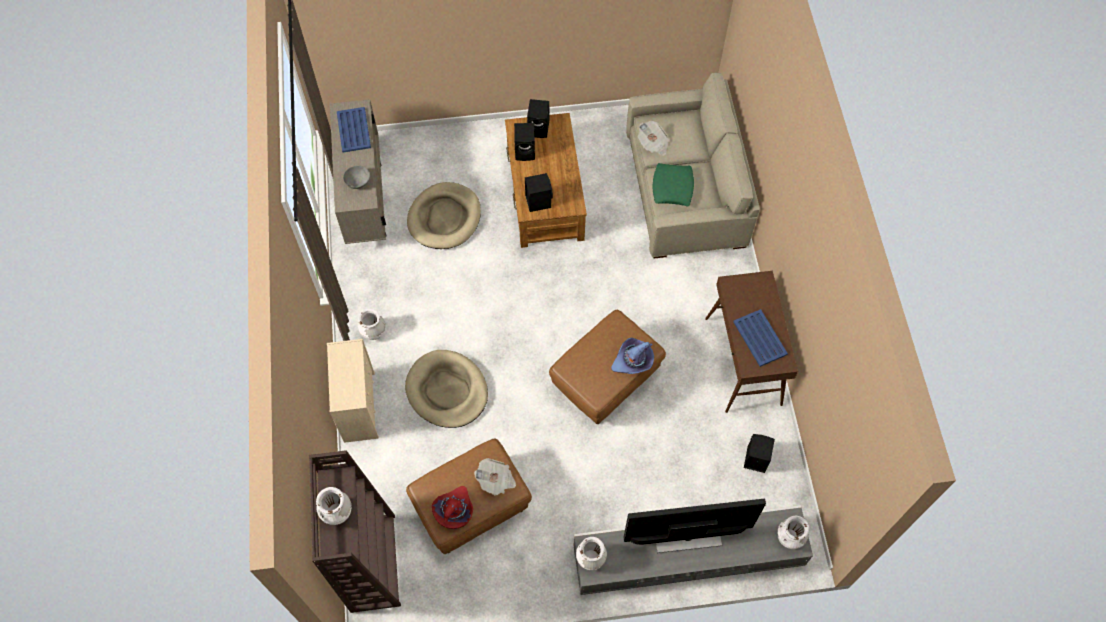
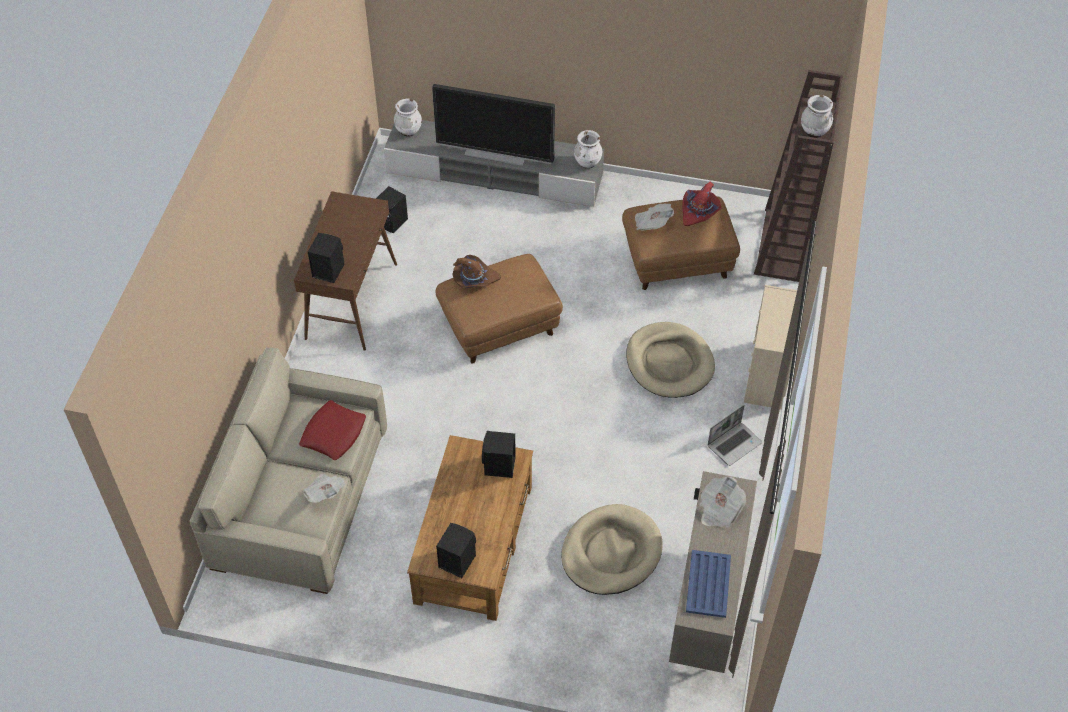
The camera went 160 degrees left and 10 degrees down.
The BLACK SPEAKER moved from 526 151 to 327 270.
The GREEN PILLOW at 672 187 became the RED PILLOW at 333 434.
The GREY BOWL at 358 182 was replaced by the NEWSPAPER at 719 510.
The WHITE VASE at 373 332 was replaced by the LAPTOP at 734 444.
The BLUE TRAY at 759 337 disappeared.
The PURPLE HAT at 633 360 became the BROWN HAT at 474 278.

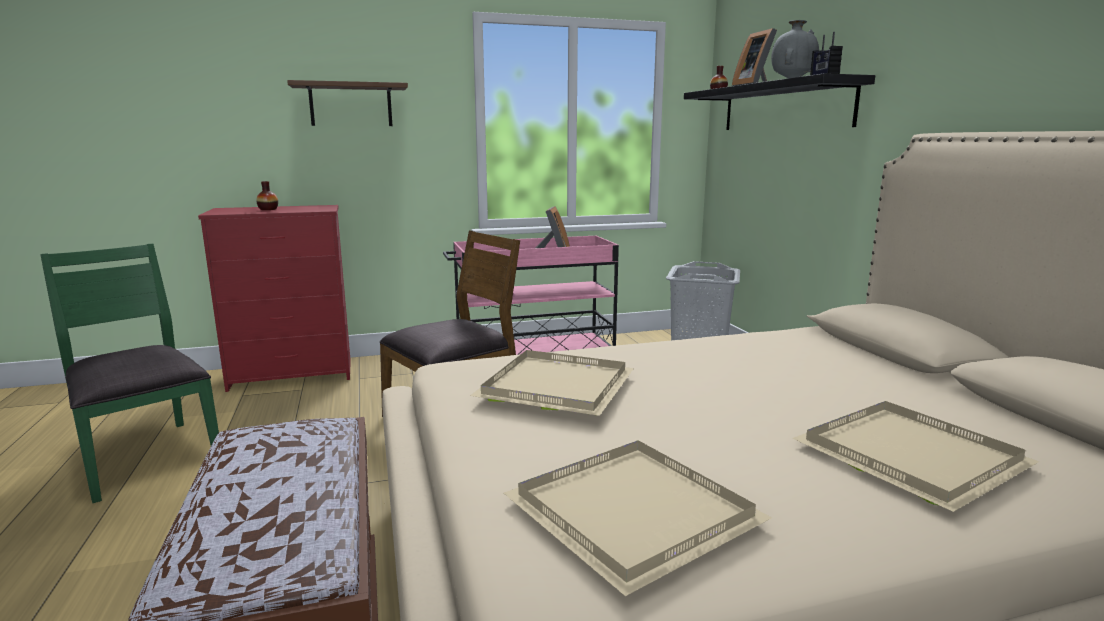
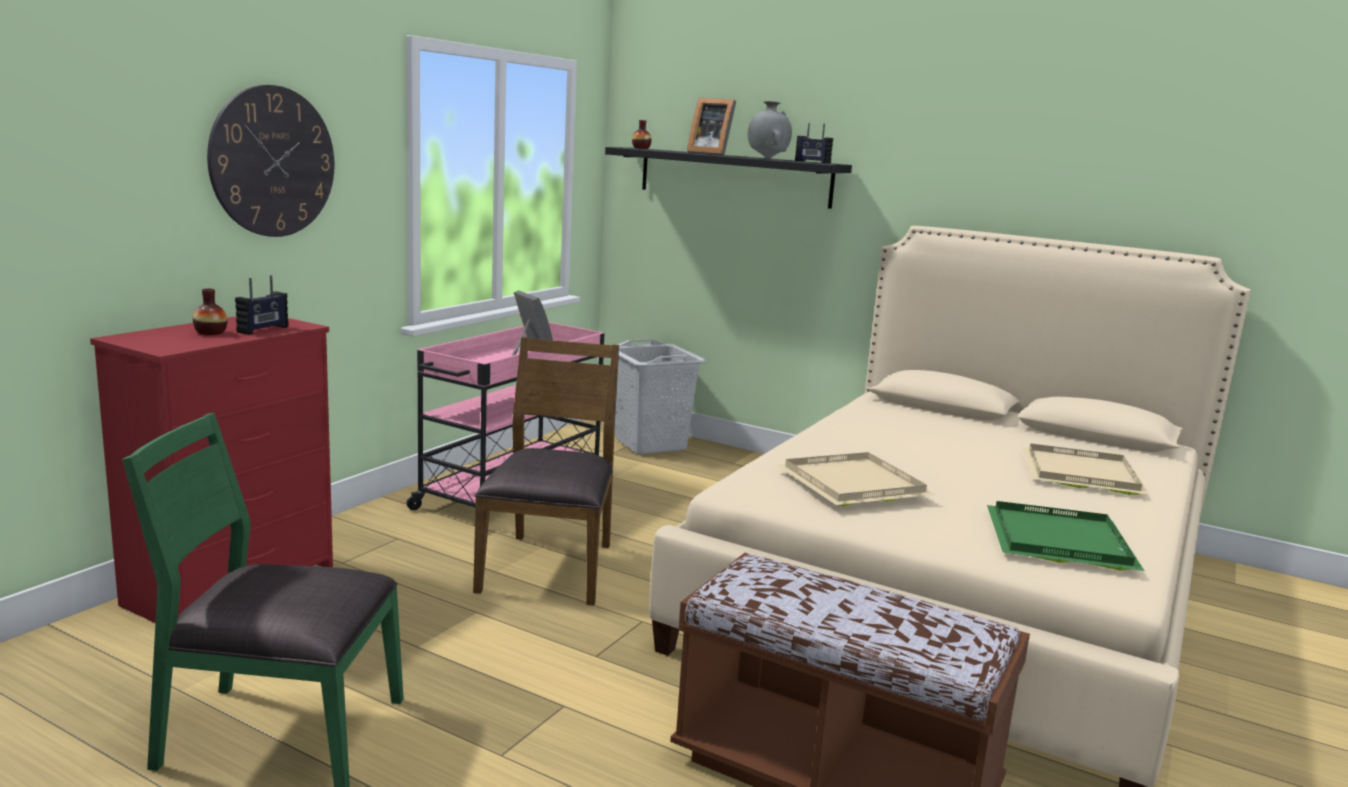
The camera went 45 degrees left and 0 degrees up.
The BROWN SHELF at 351 105 was replaced by the WALL CLOCK at 273 162.
The BEIGE TRAY at 632 516 became the GREEN TRAY at 1062 542.
The RADIO at 263 330 appeared.

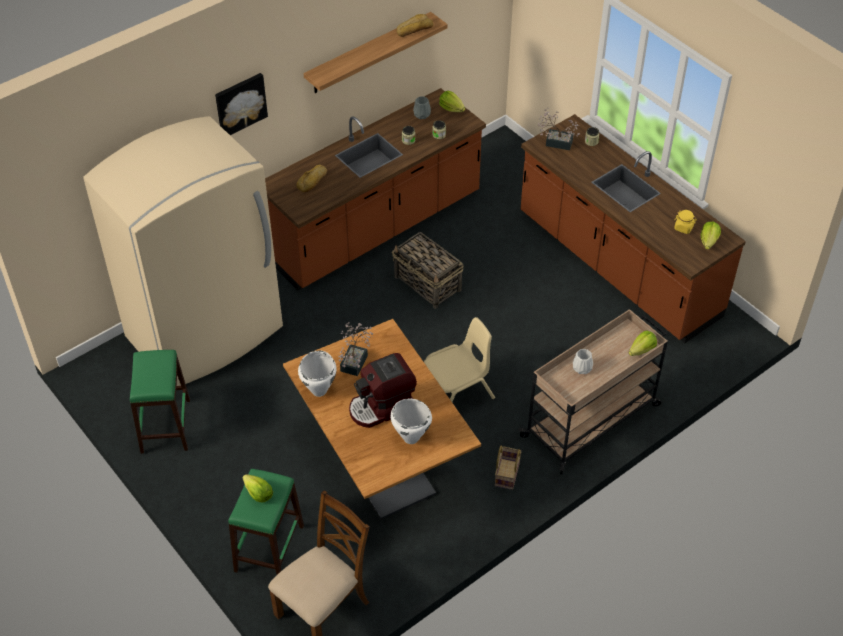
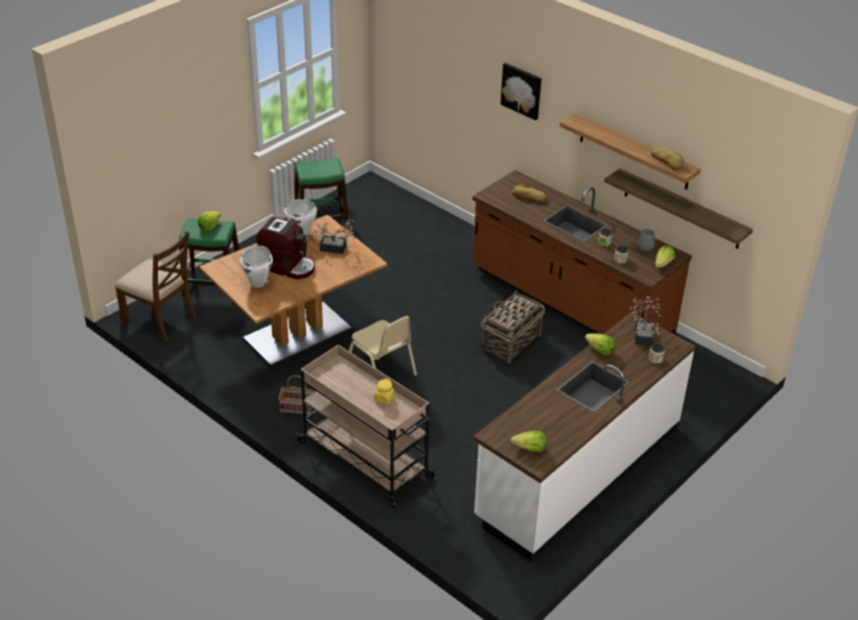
The camera went 80 degrees right and 10 degrees down.
The BROWN COUNTER at 617 266 became the WHITE COUNTER at 578 472.
The BEIGE FRIDGE at 206 333 disappeared.
The YELLOW JAR moved from 683 228 to 384 398.
The LETTUCE moved from 642 350 to 599 350.
The WHITE VASE at 582 368 disappeared.
The COFFEE MACHINE at 382 407 turned 150 degrees clockwise.
The SHELF at 682 209 appeared.

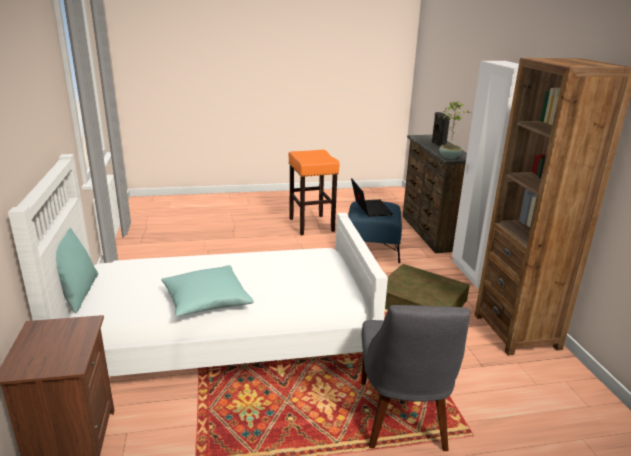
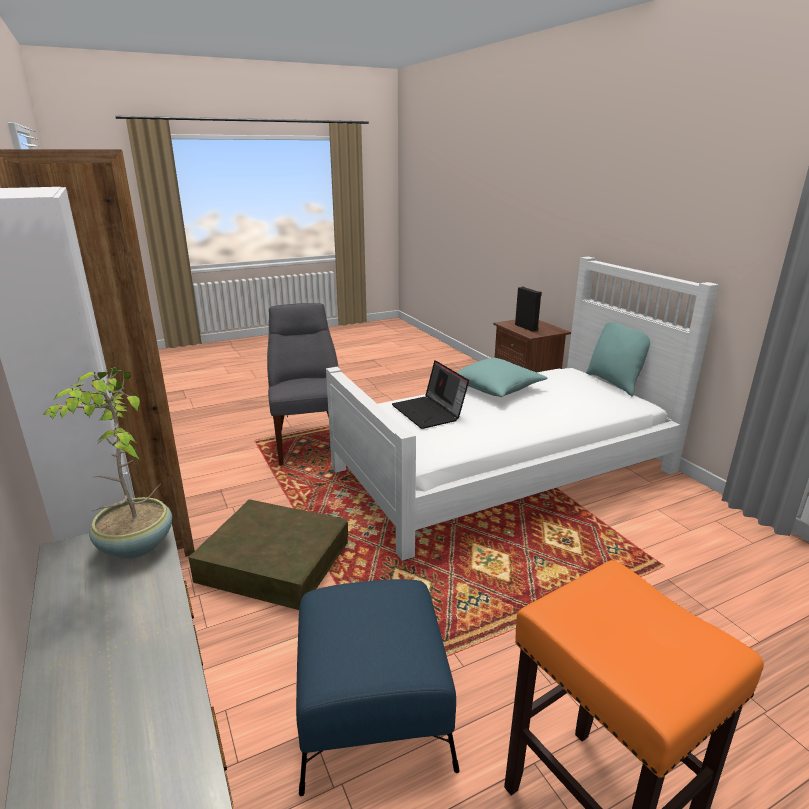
The camera went 165 degrees right and 0 degrees up.
The BLACK SPEAKER moved from 438 144 to 527 327.
The LAPTOP moved from 370 208 to 429 412.

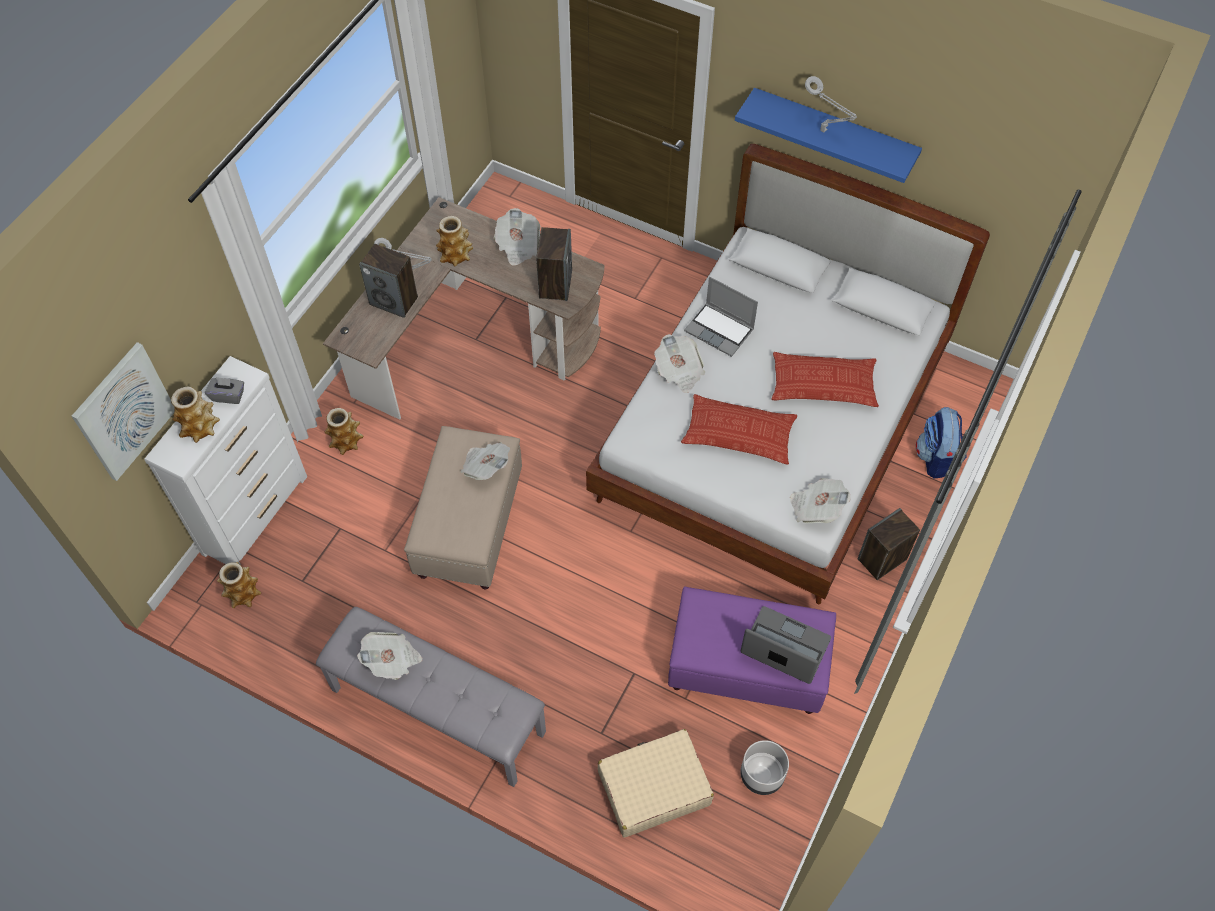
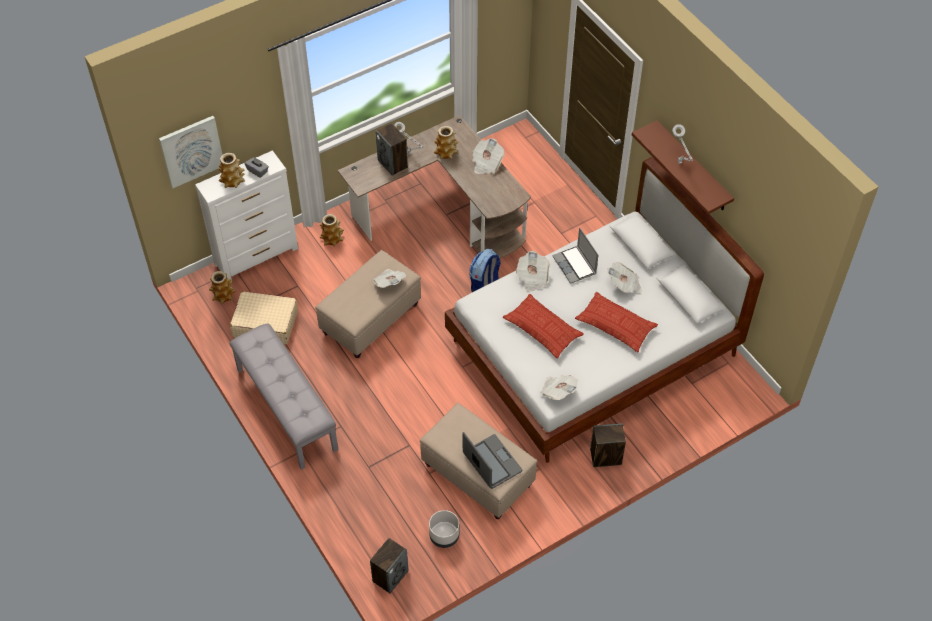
The camera went 30 degrees right and 5 degrees down.
The BLUE SHELF at 833 131 became the BROWN SHELF at 693 167.
The SPEAKER moved from 555 284 to 390 576.
The BACKPACK moved from 936 458 to 484 285.
The PURPLE OTTOMAN at 745 667 became the BEIGE OTTOMAN at 477 474.
The NEWSPAPER moved from 392 661 to 624 285.
The BEIGE SUITCASE moved from 653 788 to 265 323.

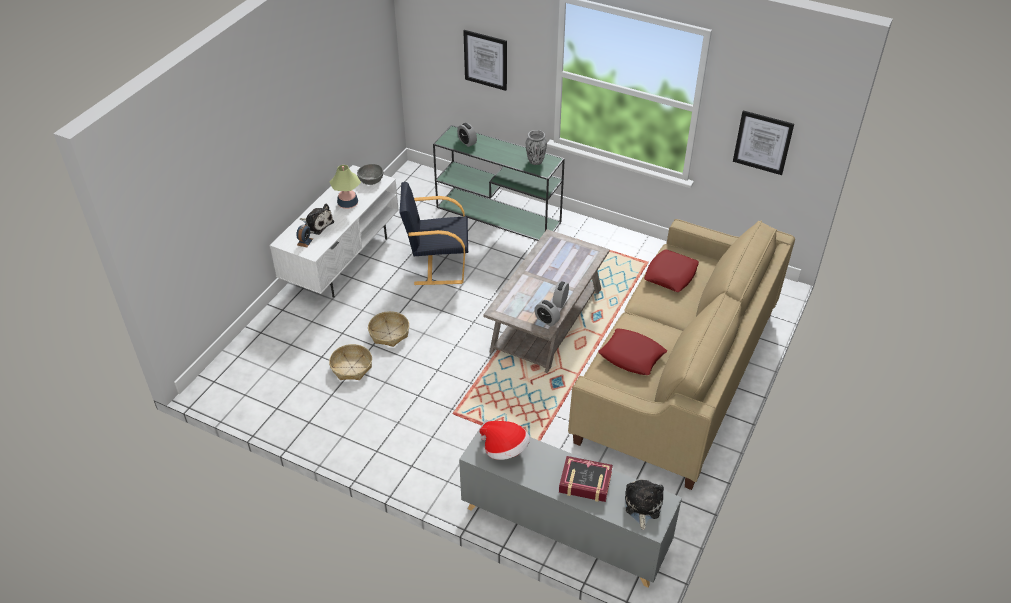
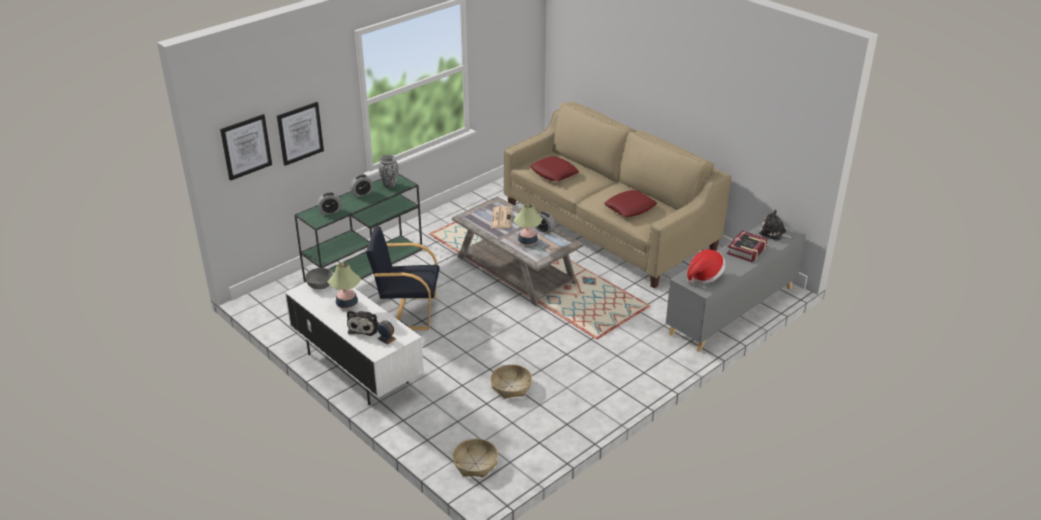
The camera went 70 degrees left and 10 degrees down.
The PICTURE moved from 763 142 to 246 147.
The BLACK ARMCHAIR at 437 265 turned 75 degrees clockwise.
The PLUSH TOY at 317 224 turned 135 degrees clockwise.
The ALARM CLOCK moved from 547 320 to 362 193.
The BASKET moved from 389 333 to 475 463.
The TABLE LAMP at 527 242 appeared.
The NEWSPAPER at 501 217 appeared.

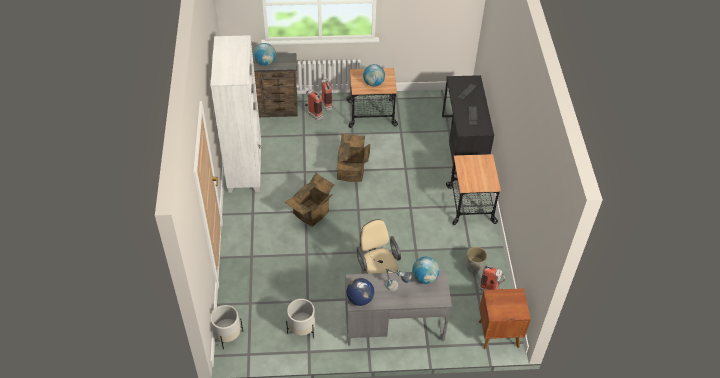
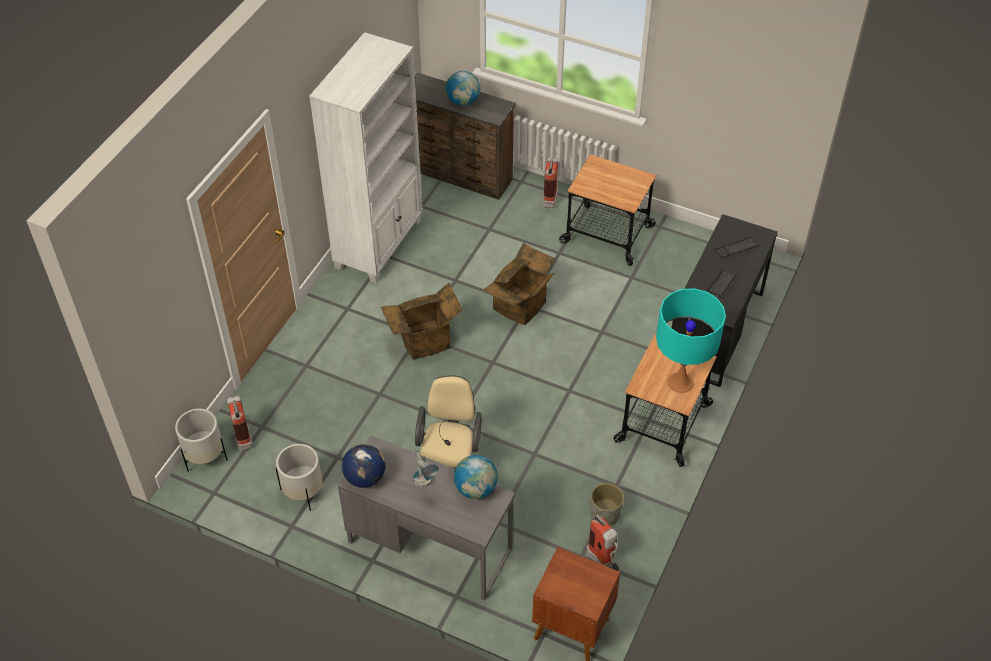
The camera went 30 degrees right and 0 degrees up.
The GLOBE at 373 83 disappeared.
The FIRE EXTINGUISHER moved from 313 114 to 242 435.
The TURQUOISE TABLE LAMP at 680 382 appeared.

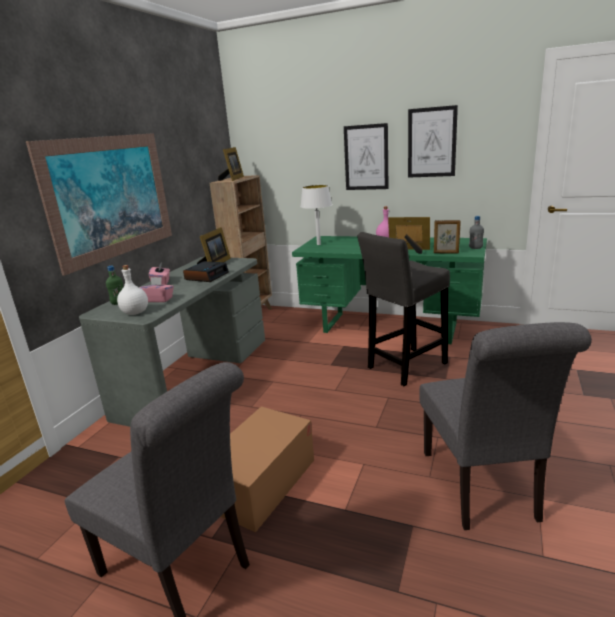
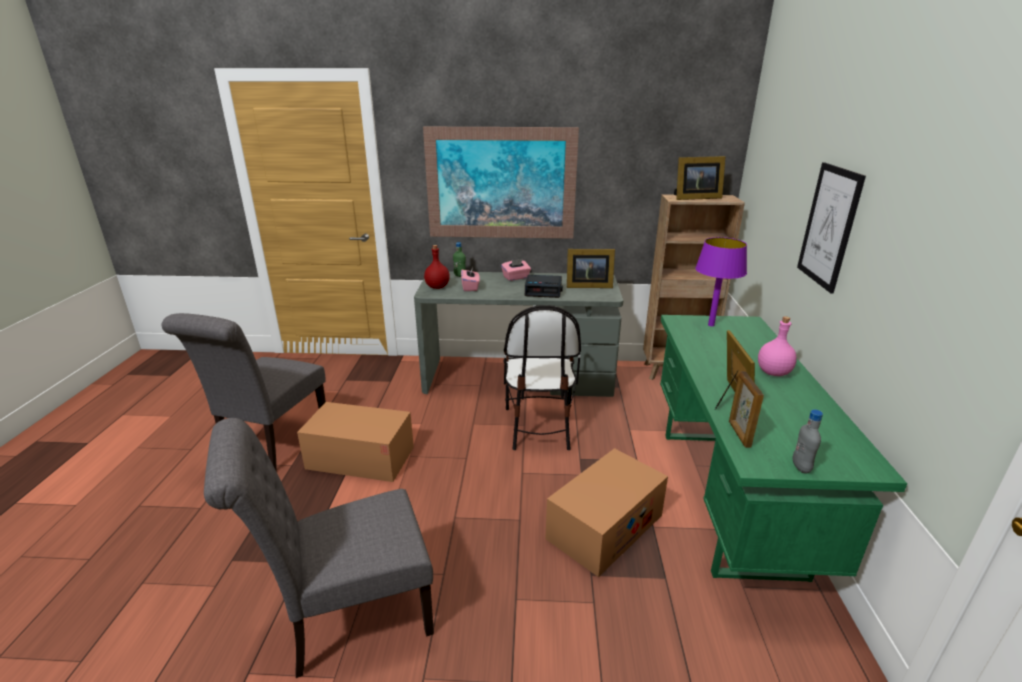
The camera went 70 degrees right and 5 degrees up.
The PICTURE at 431 142 disappeared.
The WHITE TABLE LAMP at 318 244 became the PURPLE TABLE LAMP at 711 325.
The GREY STOOL at 404 367 was replaced by the CARDBOARD BOX at 604 527.
The WHITE BOTTLE at 135 313 became the RED BOTTLE at 437 287.
The CHAIR at 538 427 appeared.

